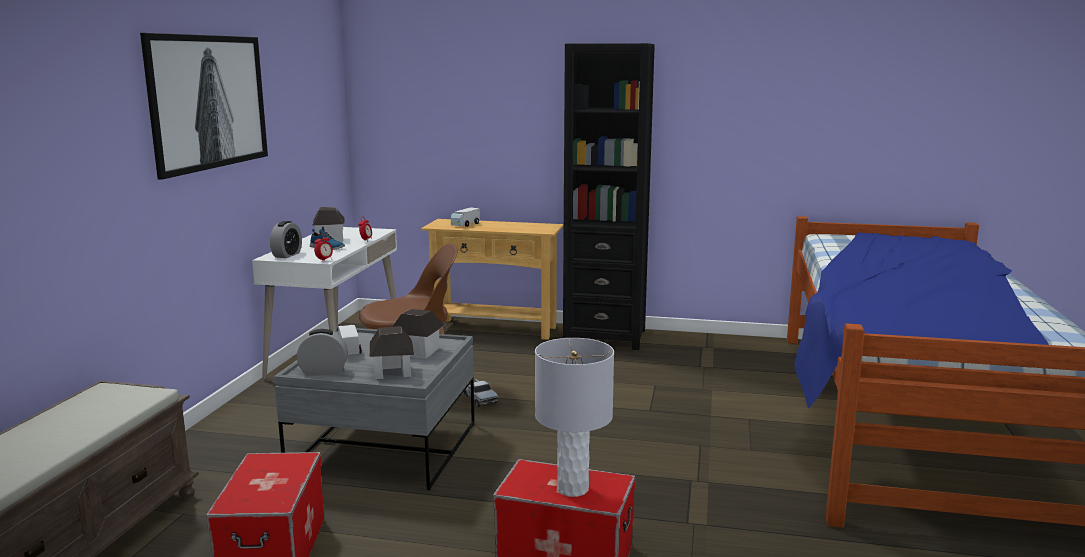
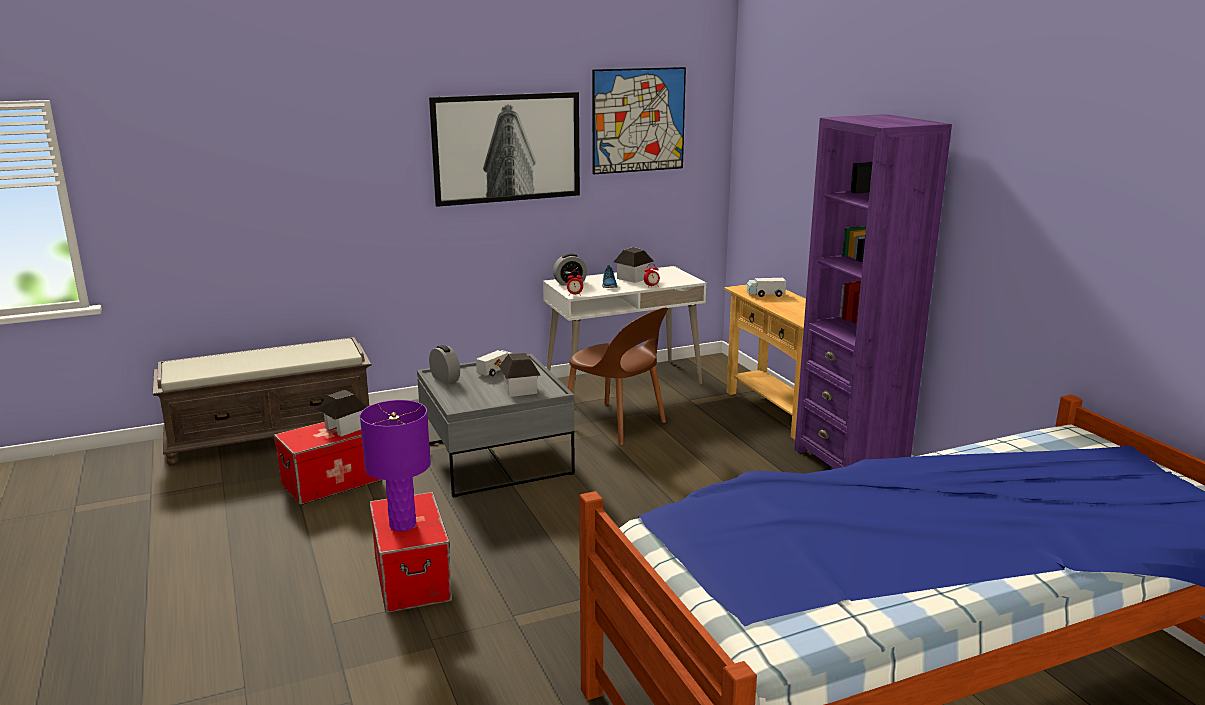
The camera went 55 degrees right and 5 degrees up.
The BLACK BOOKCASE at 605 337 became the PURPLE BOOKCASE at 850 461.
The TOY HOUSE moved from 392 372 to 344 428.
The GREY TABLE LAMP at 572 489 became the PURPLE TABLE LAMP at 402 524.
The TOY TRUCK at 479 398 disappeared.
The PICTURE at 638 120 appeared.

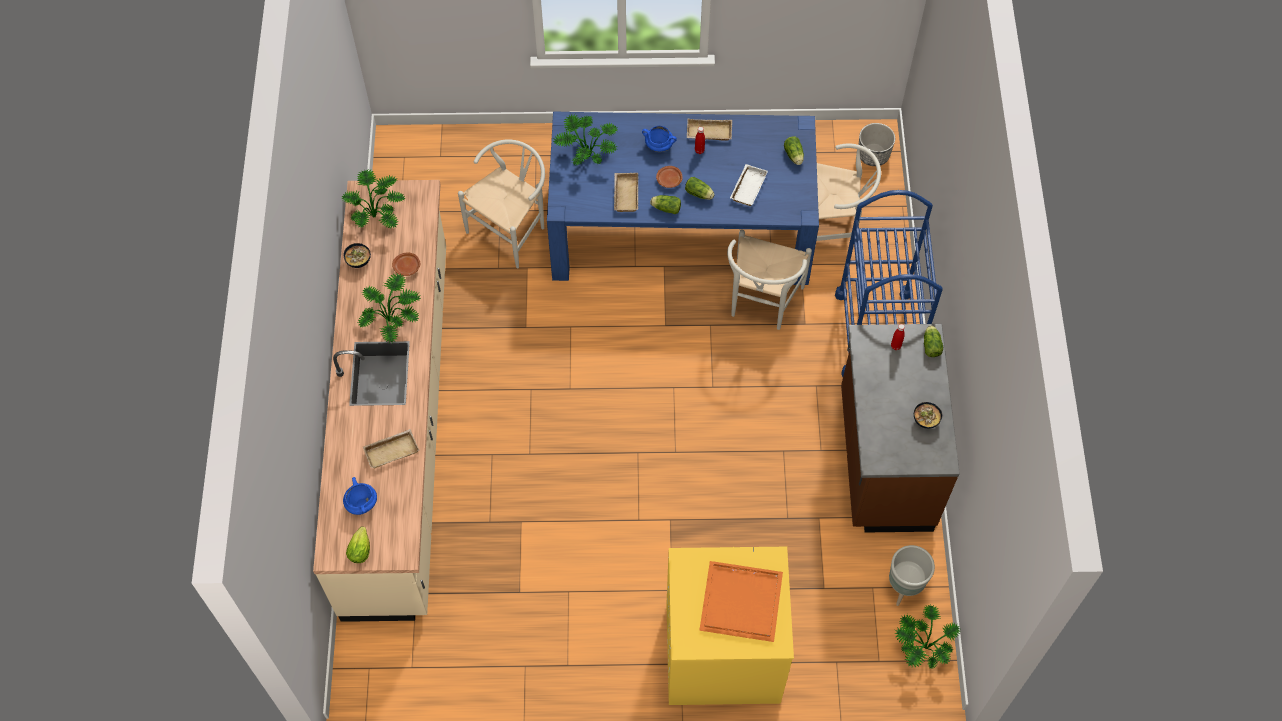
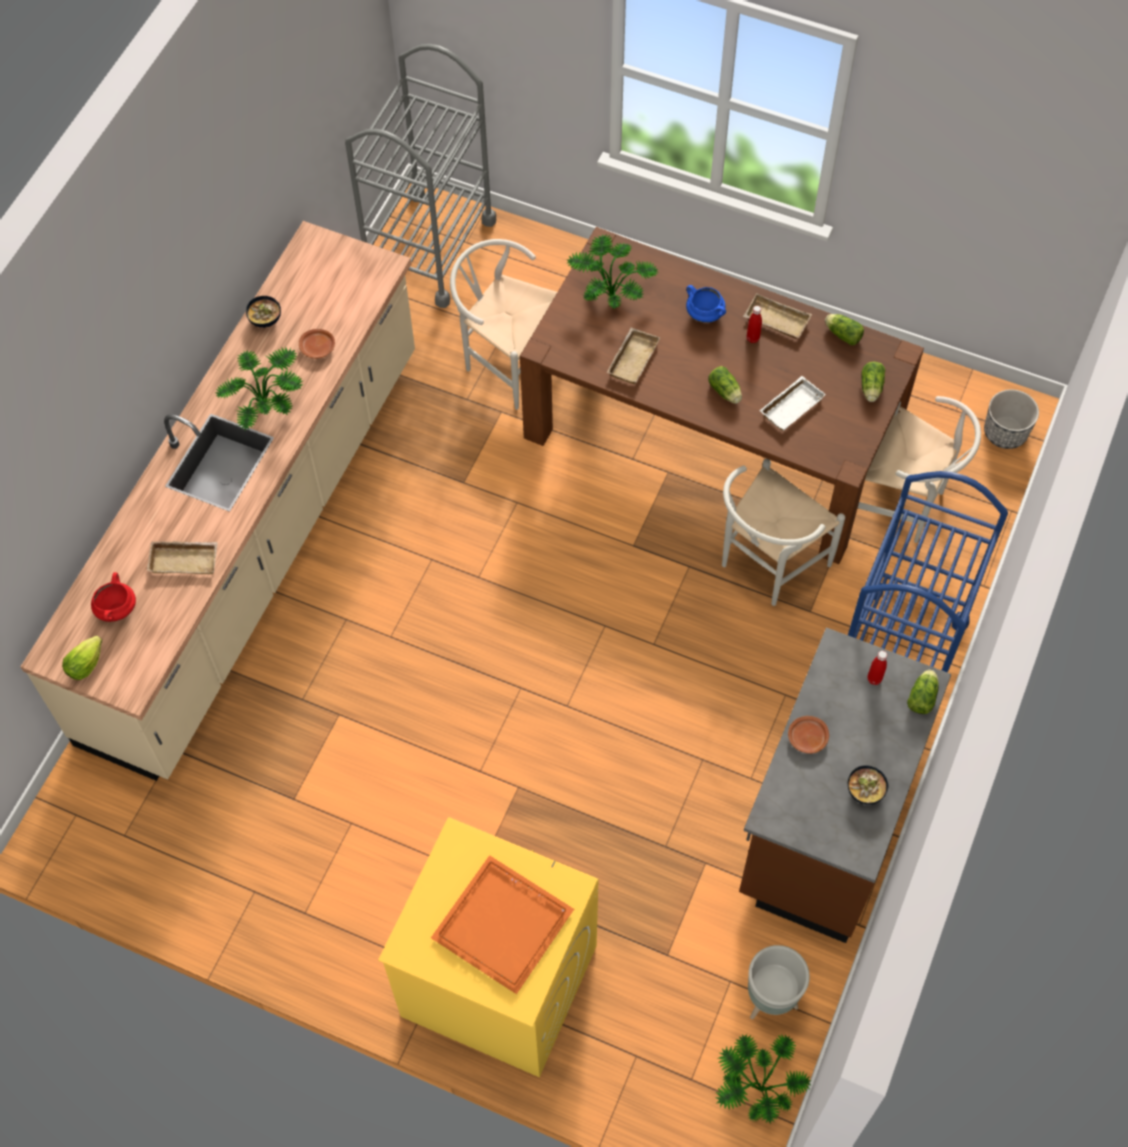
The camera went 25 degrees right and 0 degrees up.
The BLUE DINING TABLE at 680 229 became the BROWN DINING TABLE at 712 434.
The WHITE CHAIR at 512 229 turned 120 degrees counterclockwise.
The BROWN PLATE moved from 669 180 to 807 738.
The POTTED PLANT at 378 215 disappeared.
The LETTUCE moved from 665 208 to 842 334.
The BLUE COOKING POT at 361 503 became the RED COOKING POT at 116 609.
The GREY CART at 429 248 appeared.

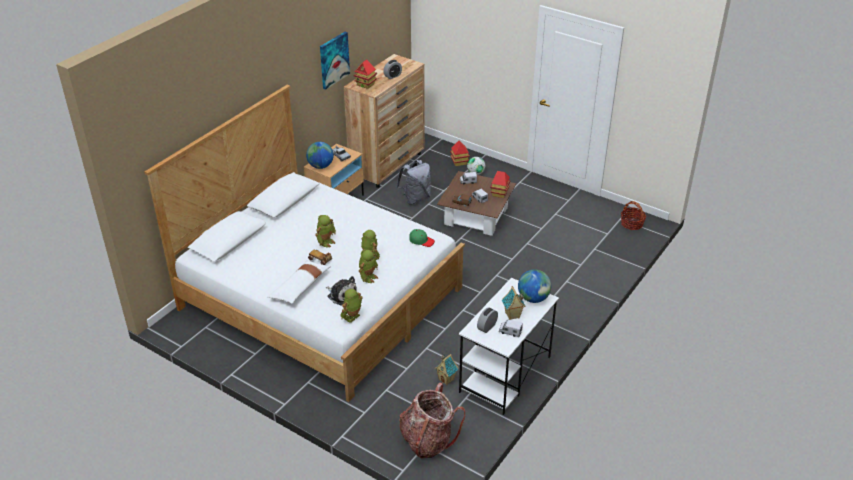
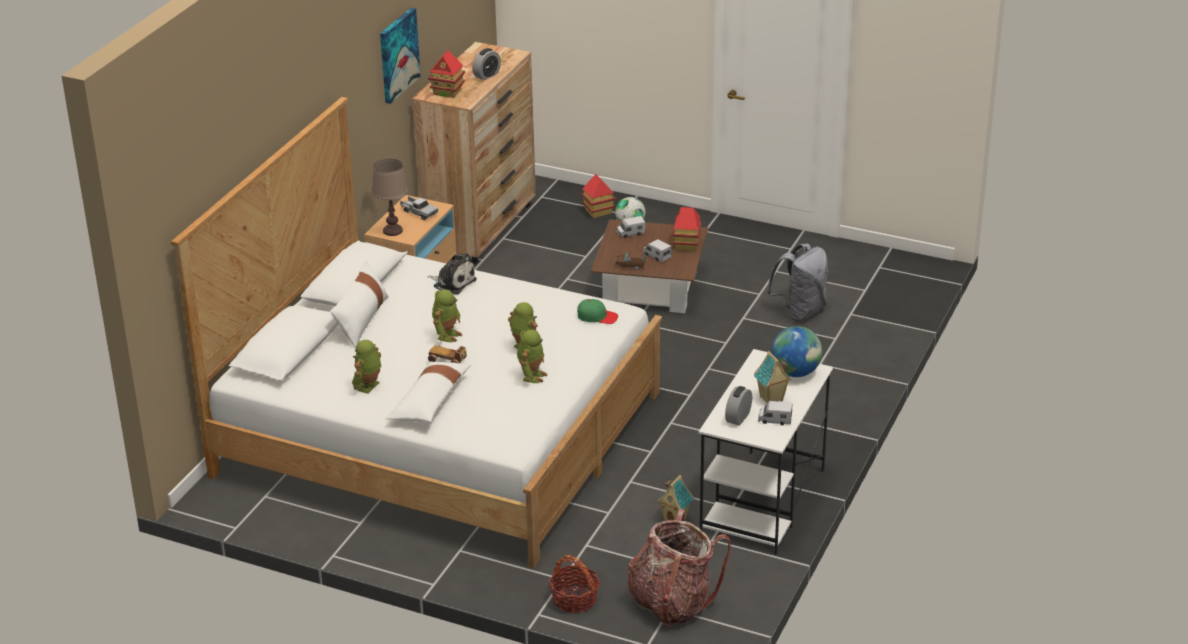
The camera went 10 degrees left and 5 degrees down.
The GLOBE at 320 166 was replaced by the BROWN TABLE LAMP at 392 231.
The GREY BACKPACK moved from 415 198 to 800 311.
The BASKET moved from 632 224 to 574 599.
The PLUSH TOY moved from 341 294 to 453 283.
The TOY ROBOT moved from 352 317 to 369 386.
The WHITE PILLOW at 362 320 appeared.

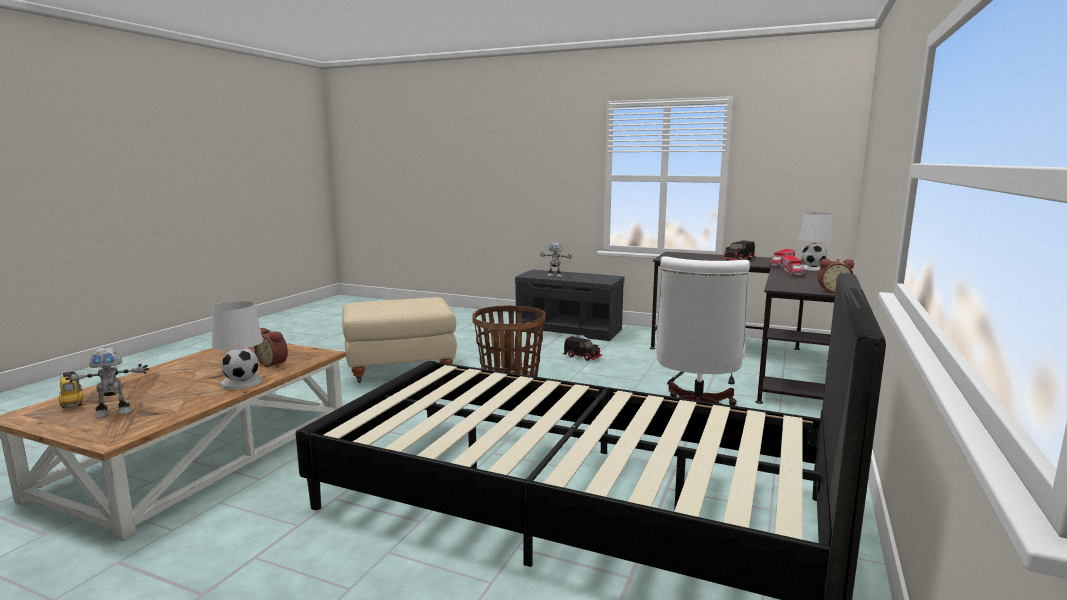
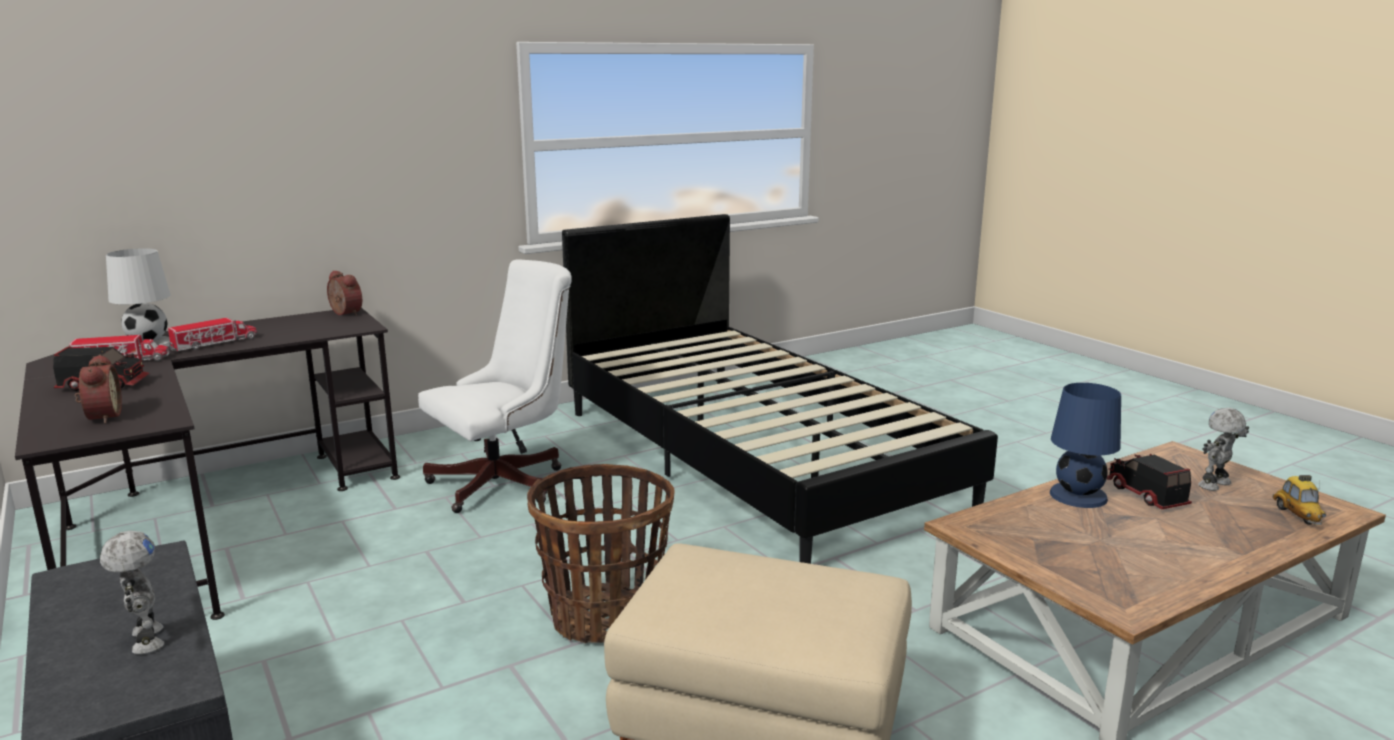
The camera went 145 degrees left and 5 degrees up.
The WHITE TABLE LAMP at 242 382 became the BLUE TABLE LAMP at 1078 496.
The ALARM CLOCK moved from 274 364 to 101 417.
The TOY TRUCK moved from 582 357 to 1144 495.
The TOY ROBOT at 114 412 turned 45 degrees counterclockwise.

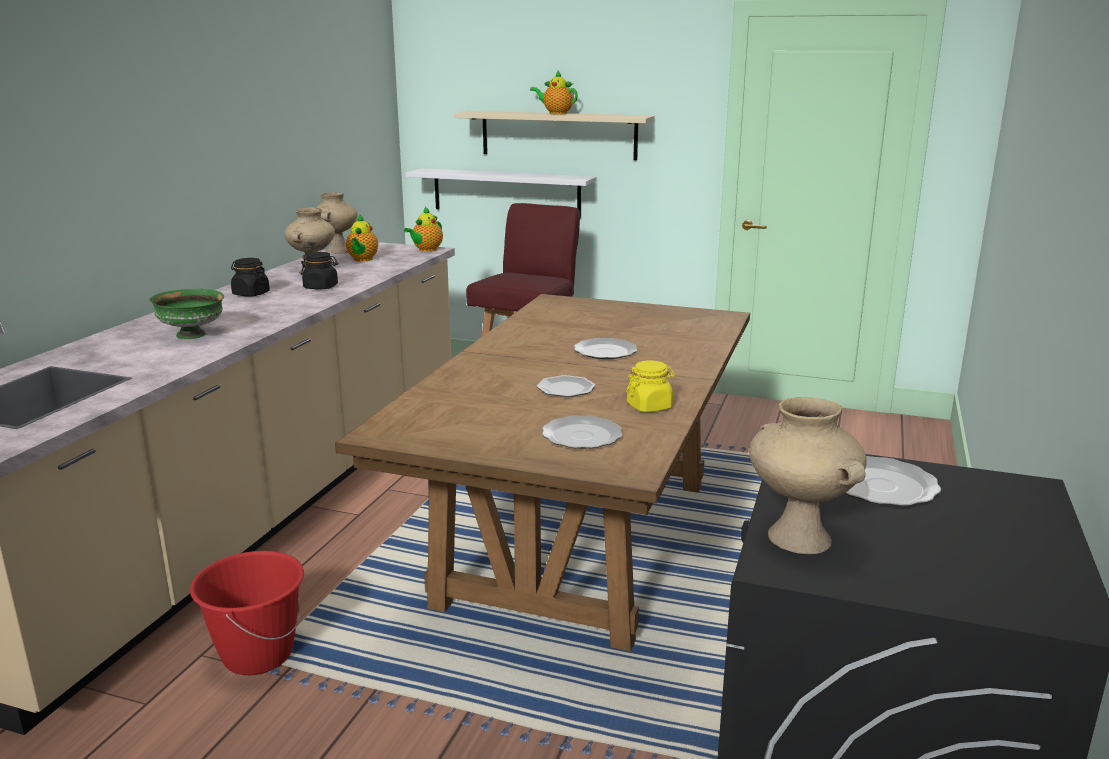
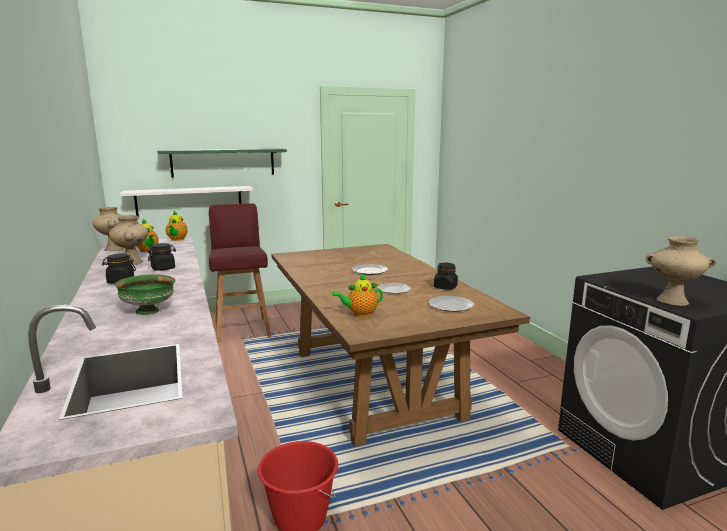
The camera went 40 degrees left and 5 degrees down.
The TEAPOT moved from 556 113 to 360 314.
The BEIGE SHELF at 558 135 became the GREEN SHELF at 223 162.
The YELLOW JAR at 649 406 became the BLACK JAR at 445 287.
The PLATE at 883 486 disappeared.

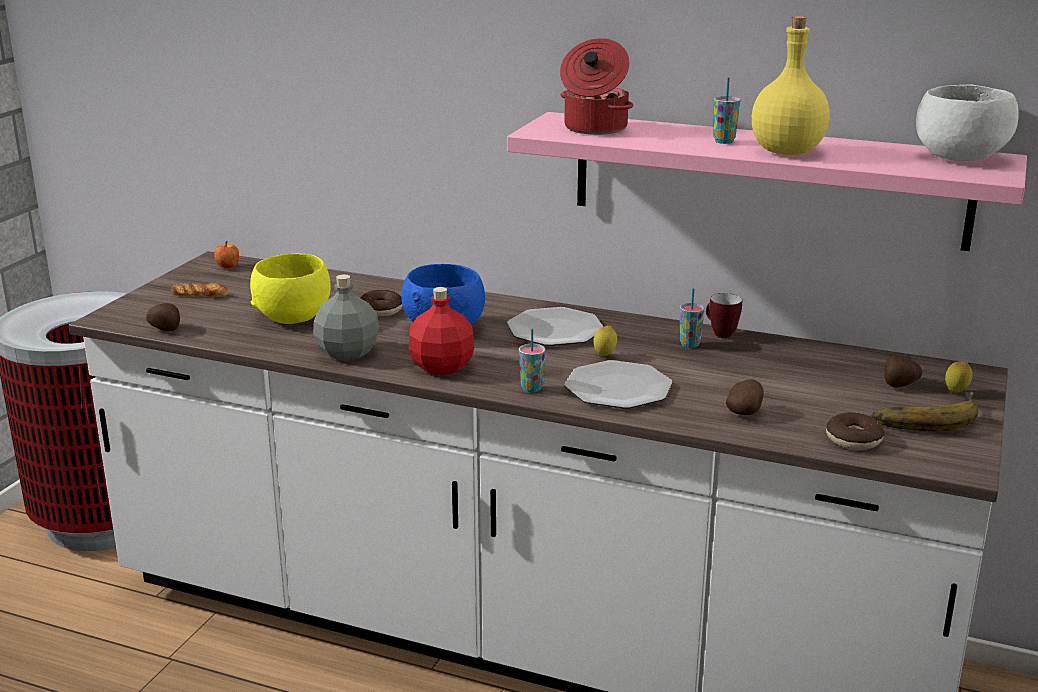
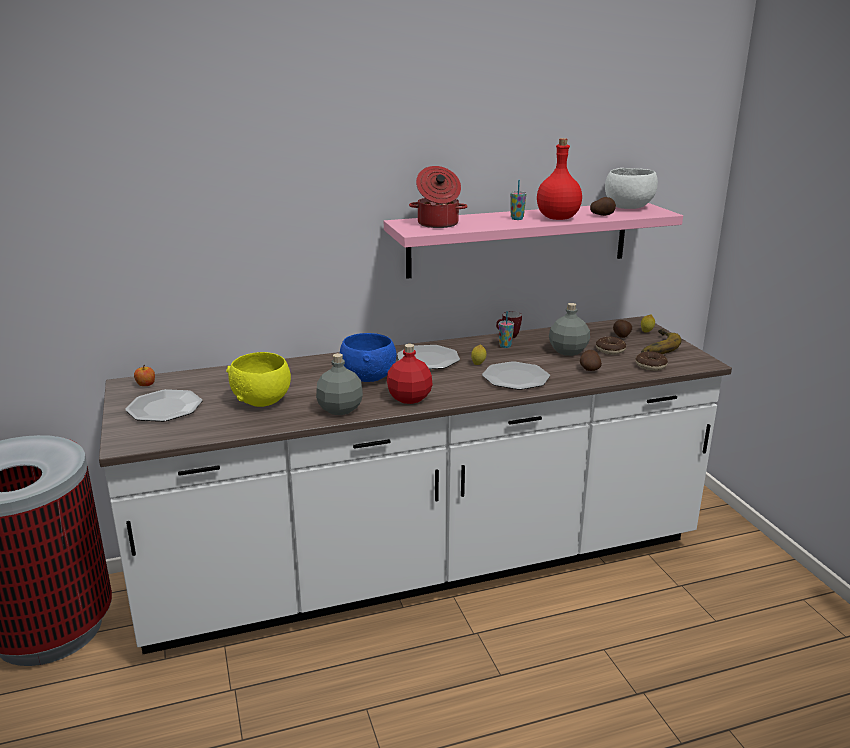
The camera went 40 degrees left and 0 degrees up.
The YELLOW BOTTLE at 788 151 became the RED BOTTLE at 557 218.
The BREAD at 200 295 was replaced by the PLATE at 164 408.
The DONUT moved from 381 310 to 610 350.
The POTATO moved from 166 329 to 602 215.
The CUP at 531 388 disappeared.
The GREY BOTTLE at 568 351 appeared.

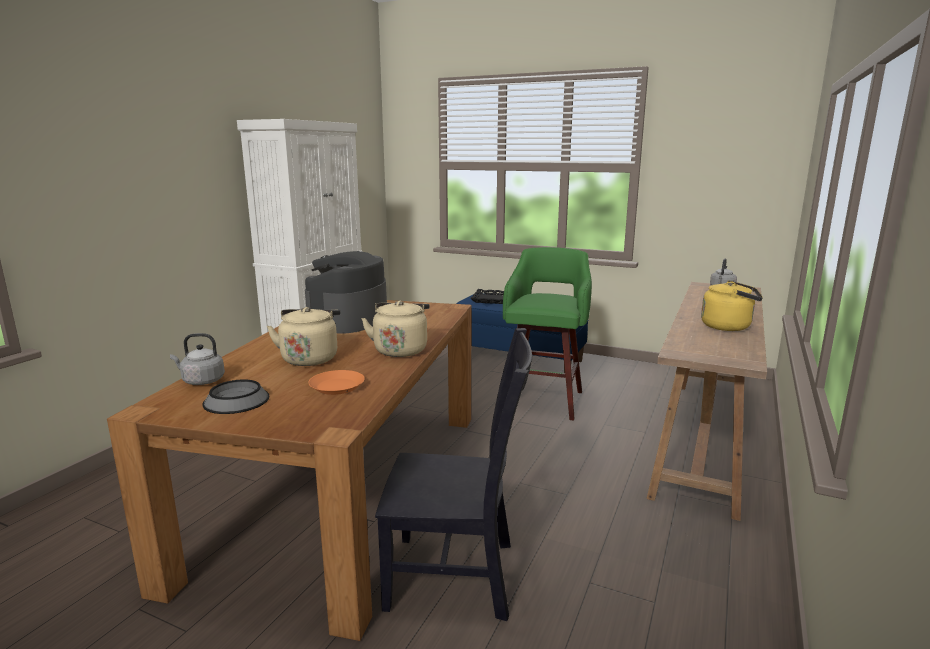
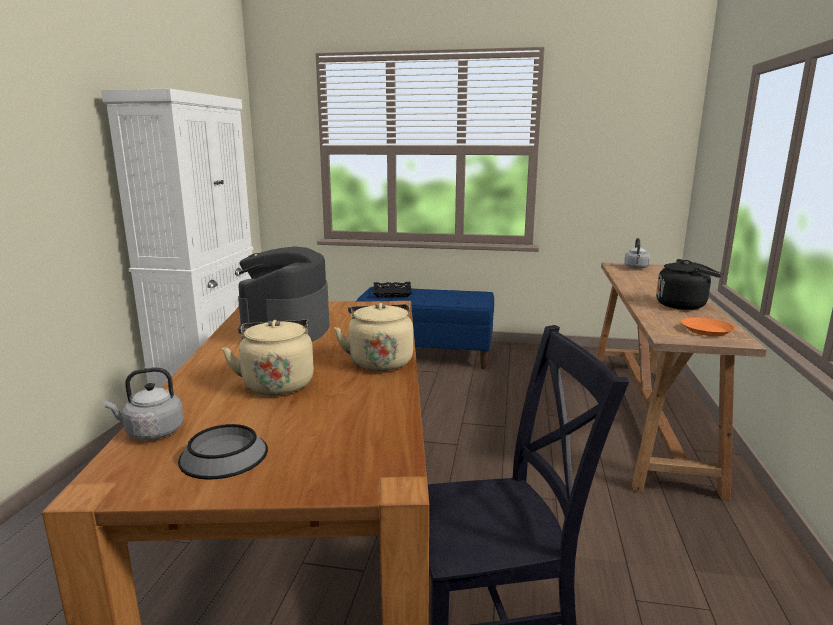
The camera went 15 degrees left and 0 degrees up.
The GREEN STOOL at 544 399 disappeared.
The YELLOW KETTLE at 729 326 became the BLACK KETTLE at 683 305.
The ORANGE PLATE moved from 336 387 to 706 330.

